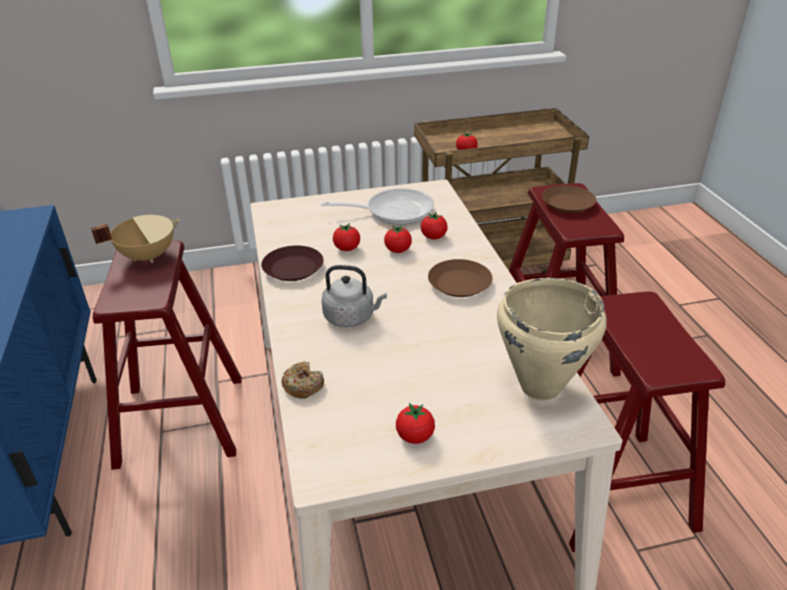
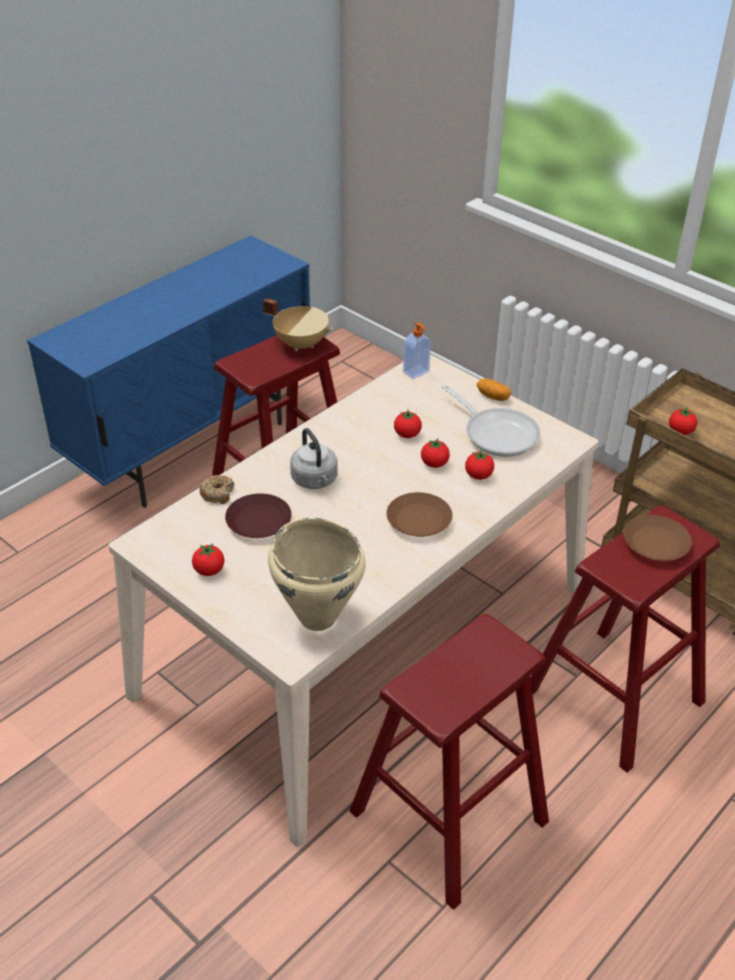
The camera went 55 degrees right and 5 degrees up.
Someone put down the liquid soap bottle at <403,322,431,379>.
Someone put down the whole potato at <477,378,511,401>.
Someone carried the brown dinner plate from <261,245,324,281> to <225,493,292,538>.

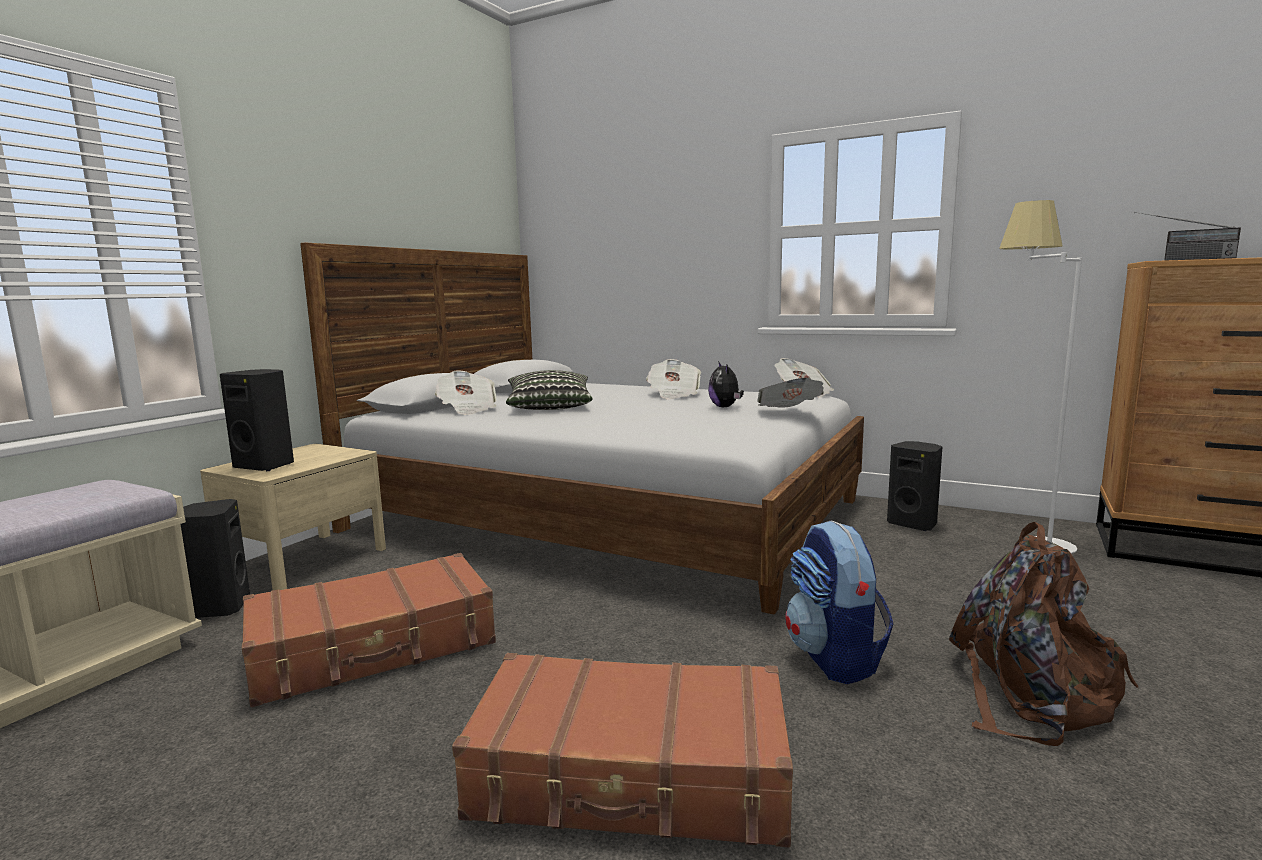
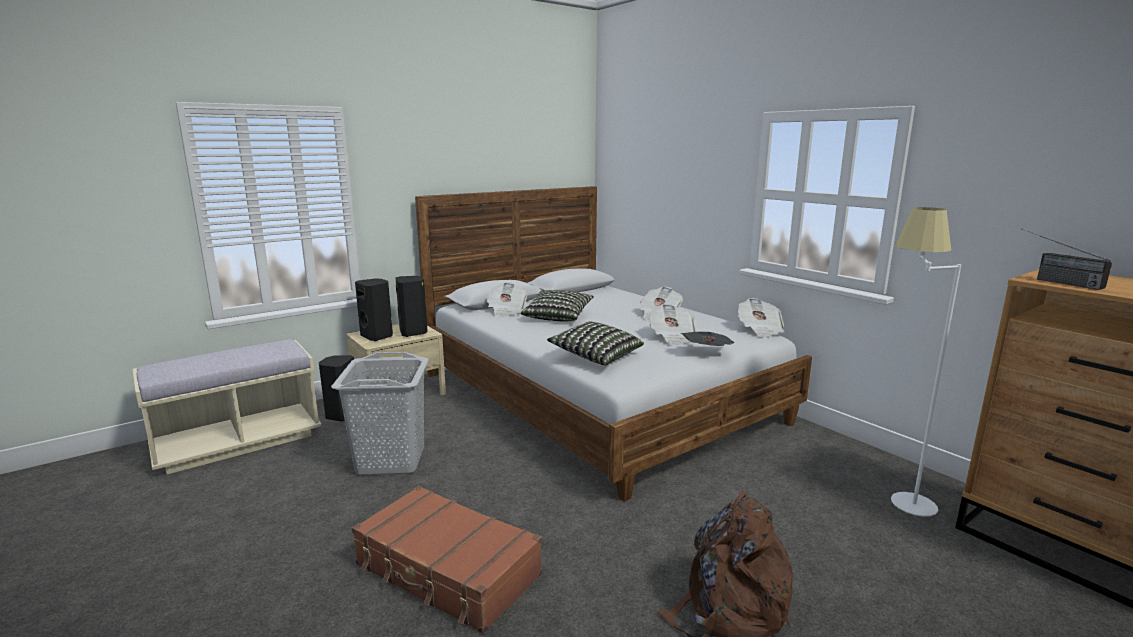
The camera went 25 degrees right and 5 degrees up.
Someone took away the knapsack at <785,521,893,684>.
Someone put down the pillow at <547,322,644,365>.
Someone carried the blackish audio speaker from <887,441,943,531> to <395,276,428,337>.
Someone swapped the brown suitcase at <242,553,496,707> for the greyish laundry basket at <331,352,429,475>.
Someone swapped the soft toy at <708,361,744,407> for the printed paper at <649,304,696,346>.

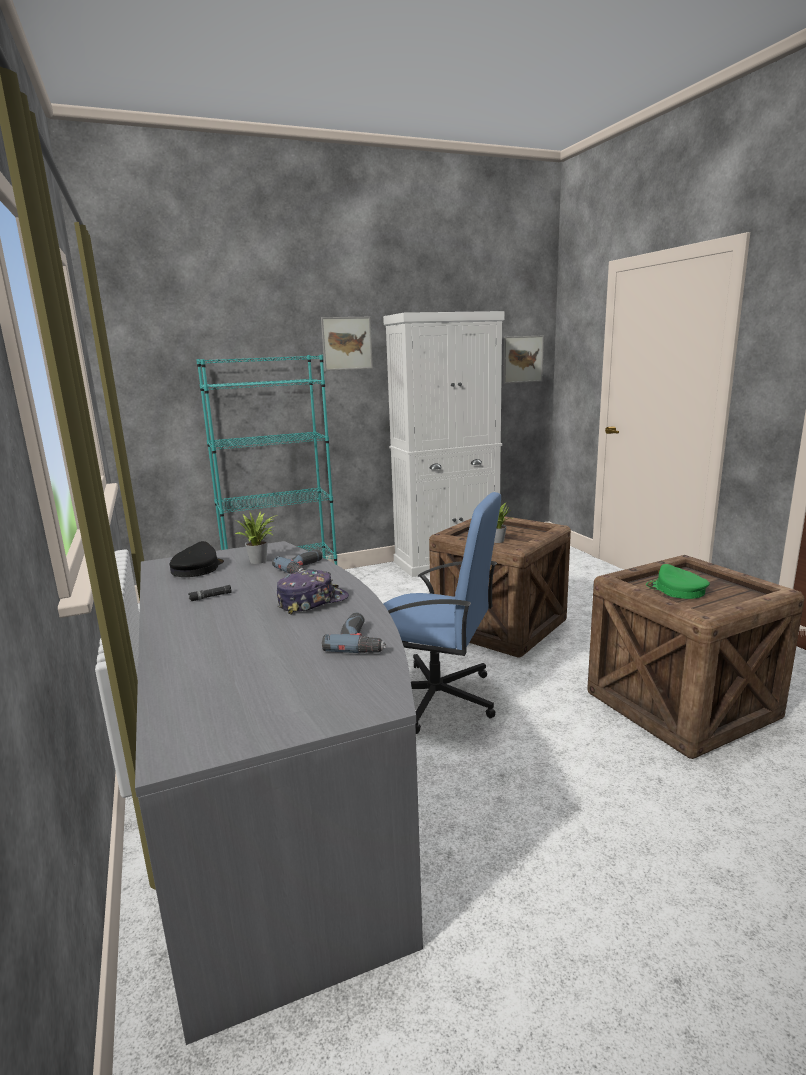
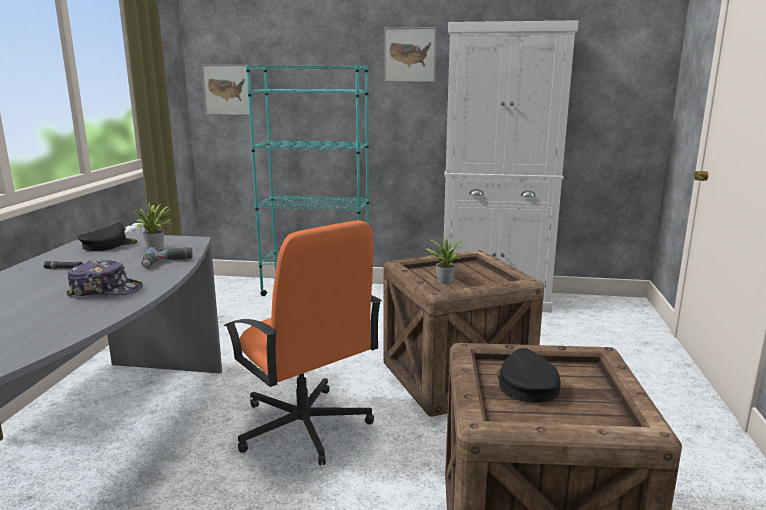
The camera went 30 degrees right and 0 degrees up.
Someone took away the power drill at <322,613,386,653>.
Someone carried the wall picture from <503,335,544,384> to <201,64,250,115>.
Someone repainted the bluish office chair at <383,492,501,734>, which became the orangey office chair at <224,220,382,465>.
Someone repainted the green-coloured baseball cap at <646,564,710,599>, which became the blackish baseball cap at <497,348,561,402>.

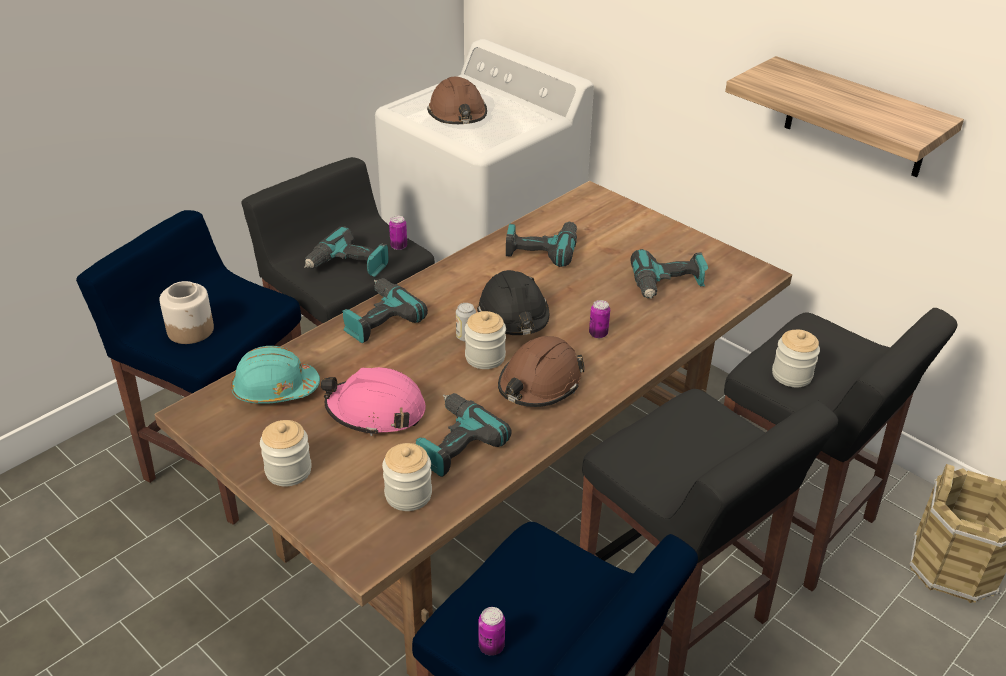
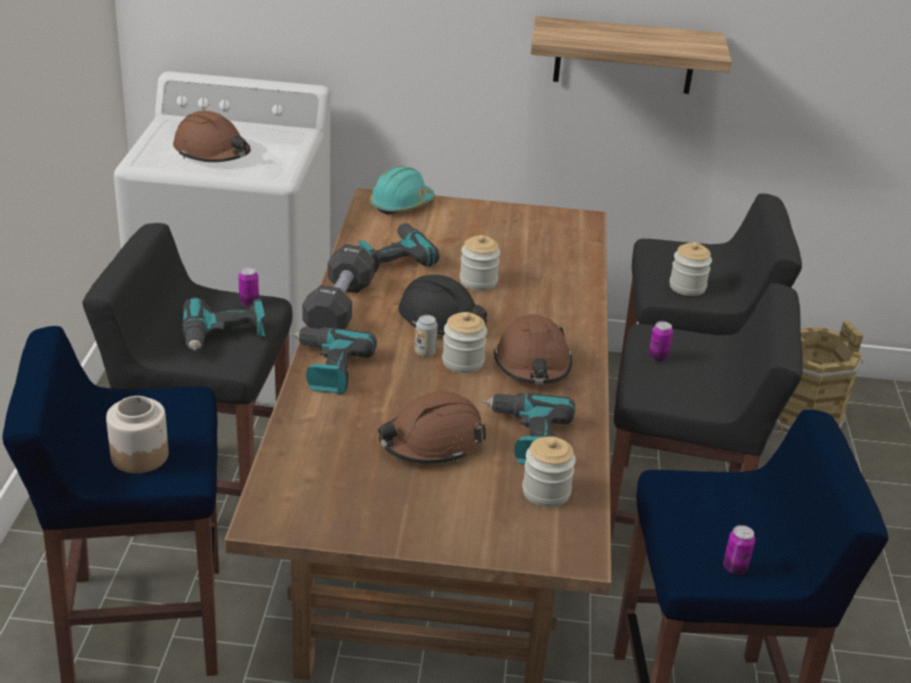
The camera went 40 degrees left and 5 degrees down.
Someone took away the power drill at <630,249,708,299>.
Someone put down the blackish free weight at <302,244,375,329>.
Someone carried the turquoise hard hat from <231,346,320,404> to <369,166,435,214>.
Someone carried the storage jar from <260,420,312,487> to <460,235,500,290>.
Someone carried the sealed can from <589,300,610,338> to <649,321,673,362>.
Someone repainted the pinkish hard hat at <321,367,426,436>, which became the brown hard hat at <378,391,486,464>.

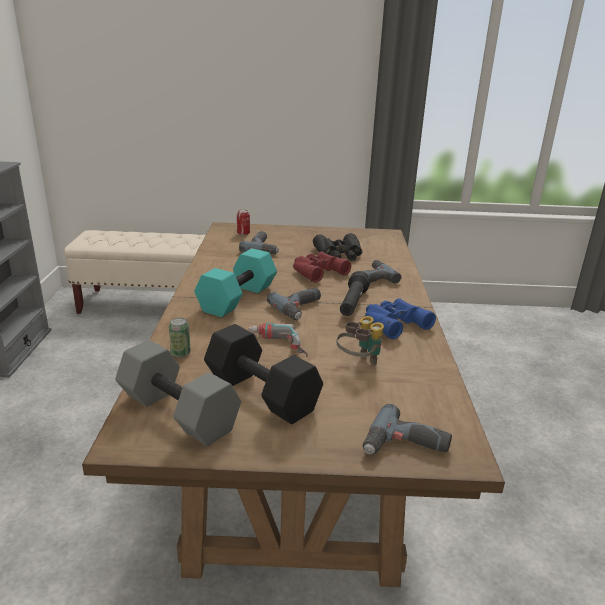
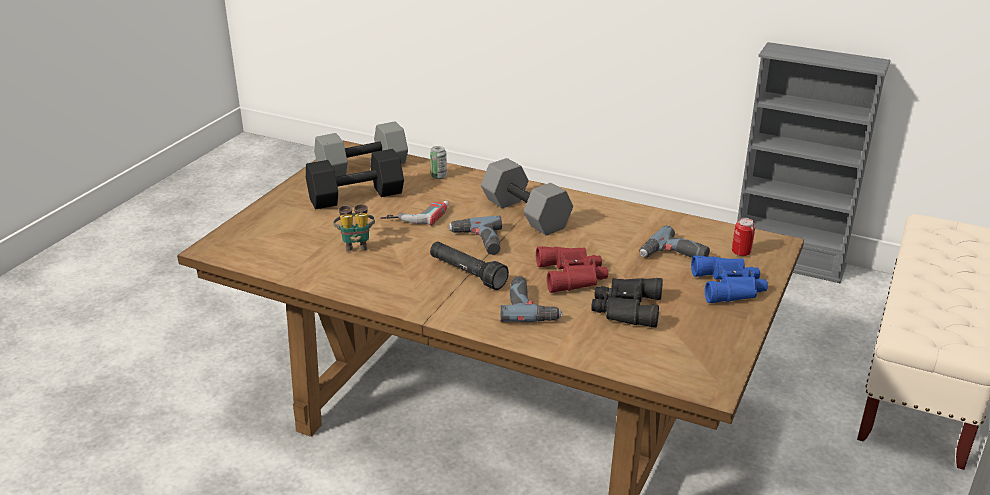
The camera went 115 degrees right and 5 degrees up.
Someone took away the power drill at <363,404,452,455>.
Someone carried the bluish pair of binoculars from <365,298,436,339> to <691,255,768,303>.
Someone repainted the turquoise free weight at <194,248,277,317>, which became the greyish free weight at <481,158,573,235>.

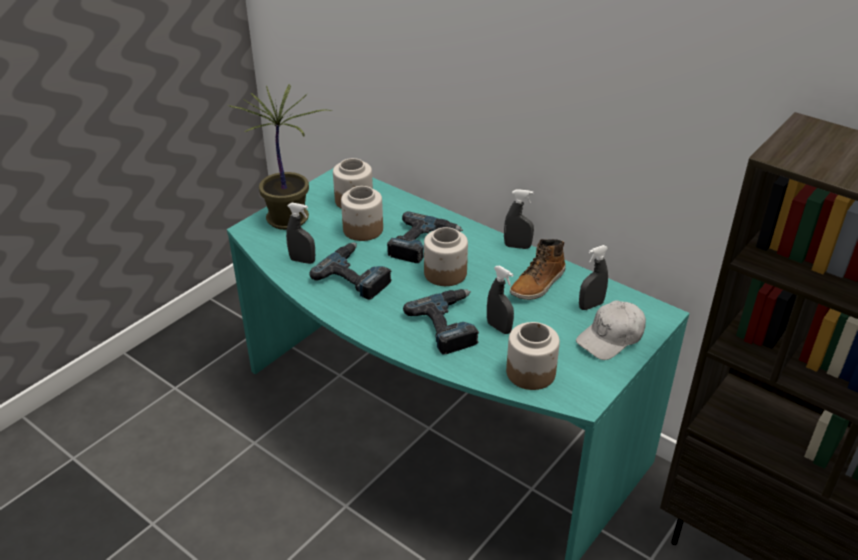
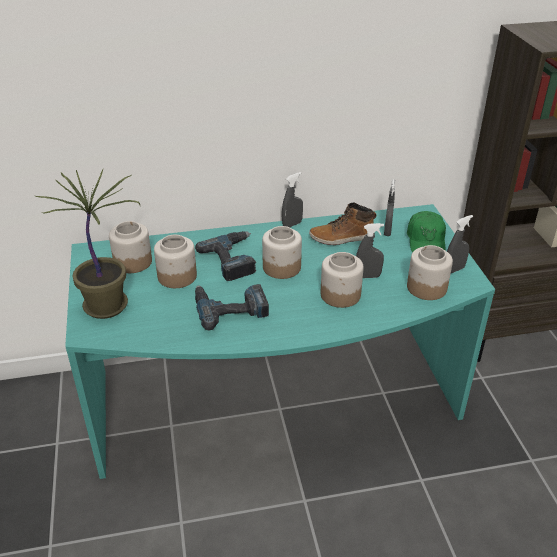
The camera went 50 degrees left and 0 degrees up.
Someone carried the greyish sprayer from <286,203,315,264> to <447,215,473,273>.
Someone swapped the power drill at <403,289,479,354> for the storage jar at <321,252,364,308>.
Someone repainted the white baseball cap at <576,300,646,360>, which became the green-coloured baseball cap at <407,211,446,253>.
Someone rotated the high-top boot at <510,239,565,300> by 90 degrees clockwise.

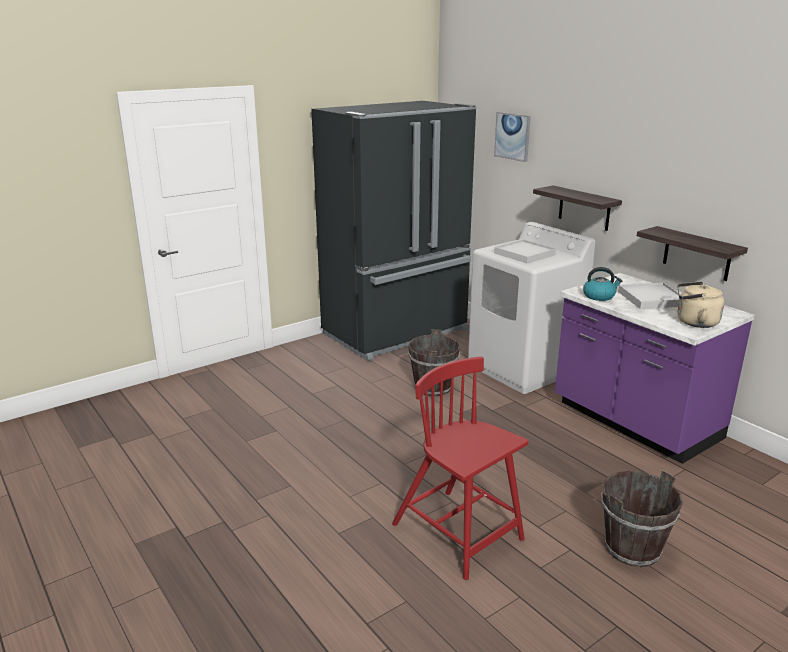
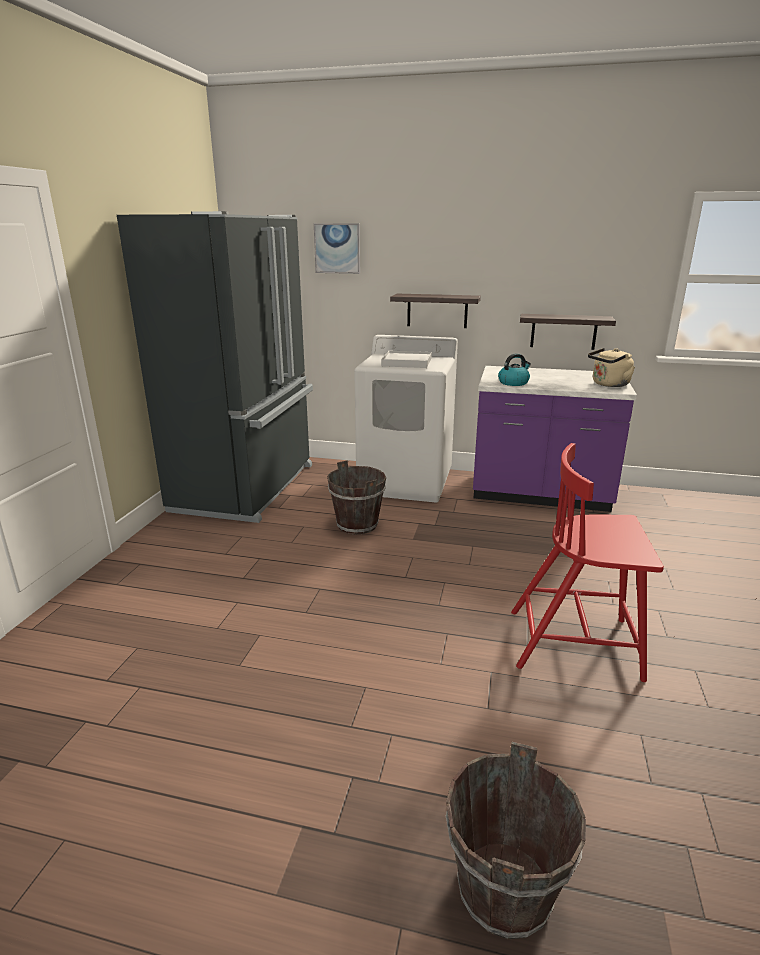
The camera went 40 degrees left and 0 degrees up.
Someone took away the white tray at <618,283,681,309>.
Someone carried the brown water bucket from <602,471,683,567> to <446,742,586,939>.

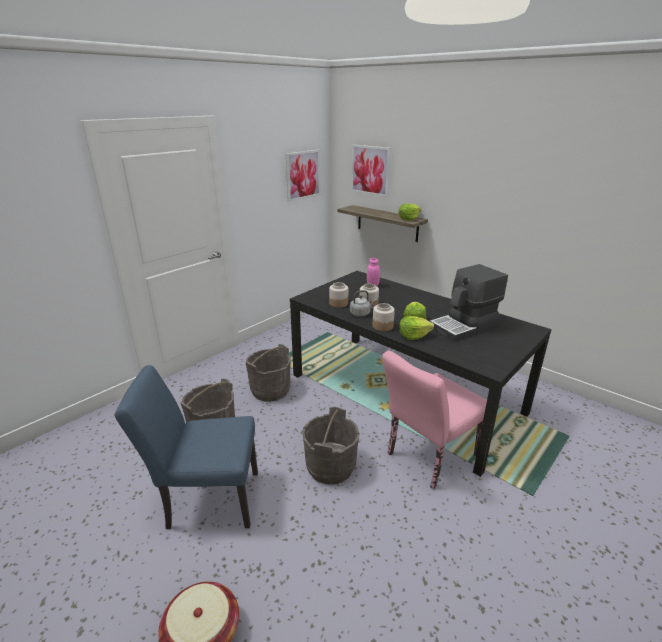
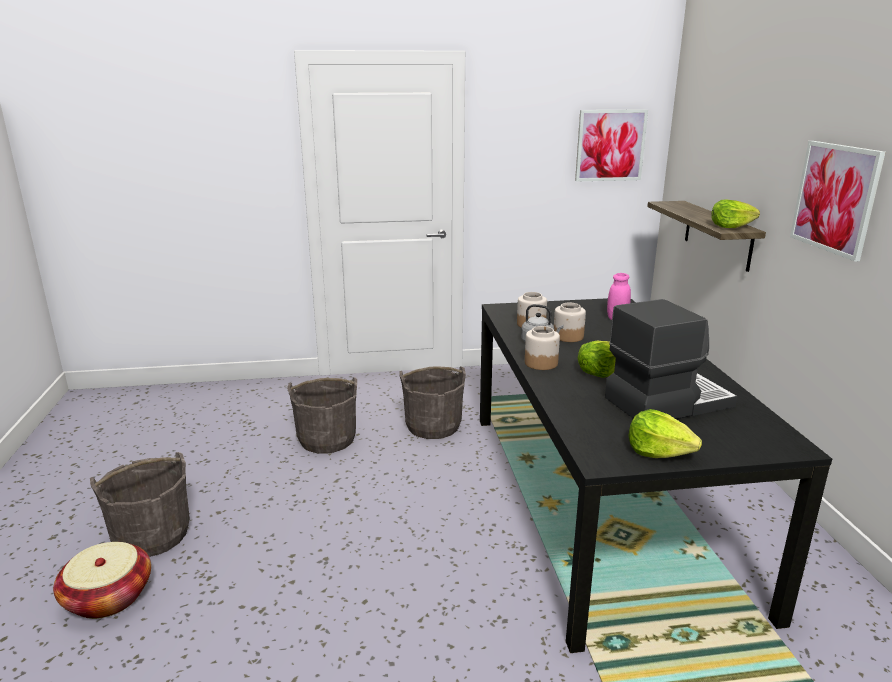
The camera went 40 degrees right and 5 degrees down.
Someone took away the bluish upright chair at <115,365,258,529>.
Someone took away the pinkish upright chair at <382,351,487,489>.
Someone carried the greyish water bucket from <302,407,360,485> to <90,452,190,557>.
Someone carried the wall picture from <351,145,391,197> to <790,141,886,262>.
Someone carried the lettuce from <399,316,434,340> to <629,409,702,458>.
Someone rotated the coffee brewer at <430,264,508,342> by 150 degrees clockwise.

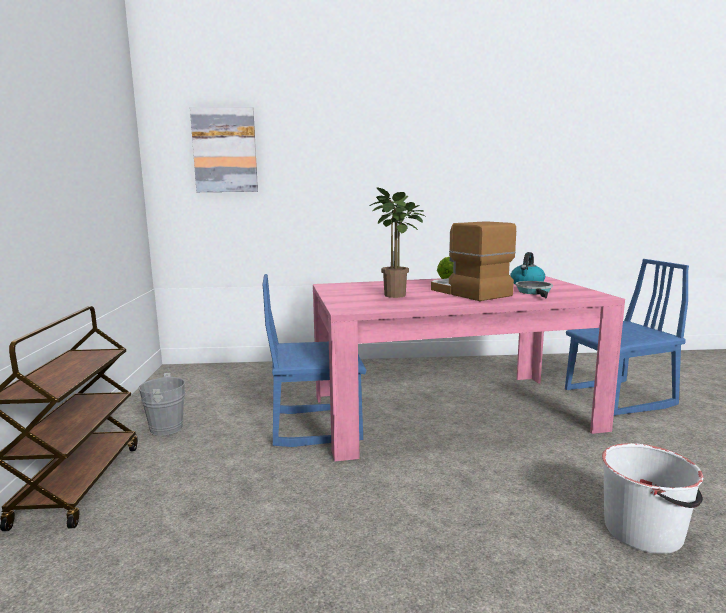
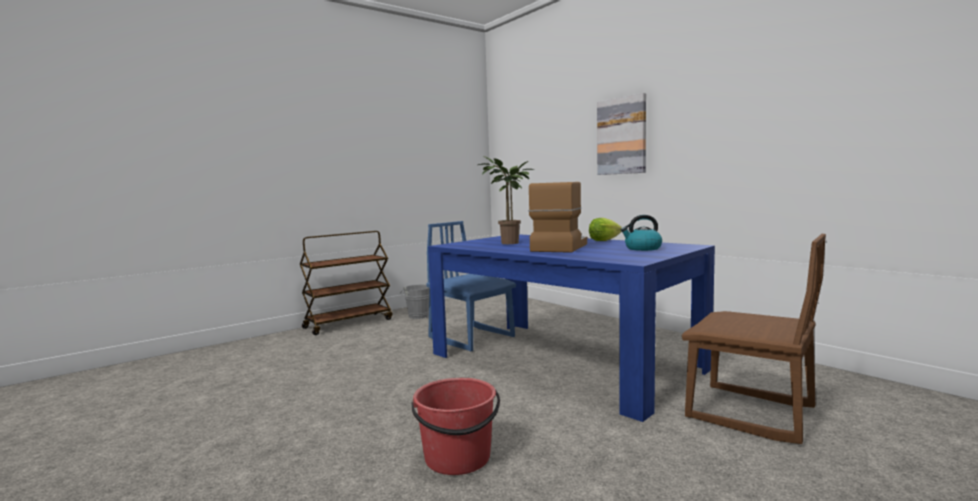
The camera went 55 degrees right and 5 degrees down.
Someone took away the skillet at <516,281,553,298>.
Someone carried the wall picture from <190,107,258,192> to <597,93,646,175>.
Someone repainted the pinkish dinner table at <313,276,625,462>, which became the bluish dinner table at <428,234,715,422>.
Someone repainted the bluish upright chair at <565,259,689,416>, which became the brown upright chair at <682,234,826,444>.
Someone repainted the white water bucket at <602,443,703,554>, which became the red water bucket at <411,378,500,475>.

